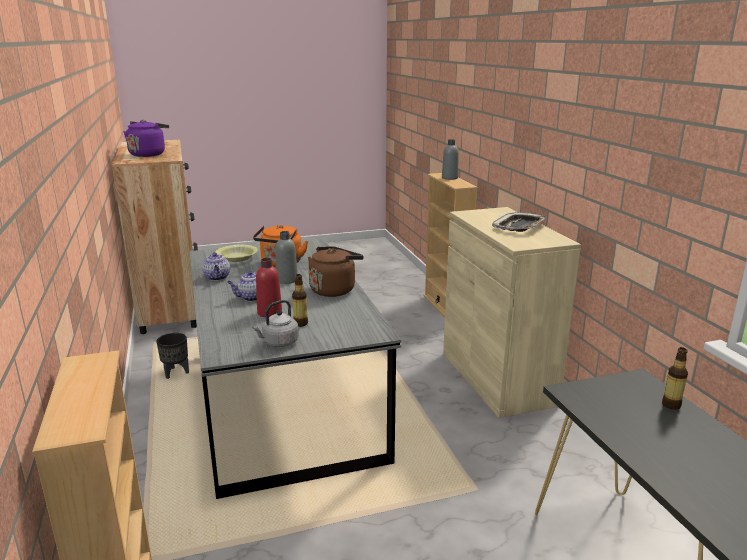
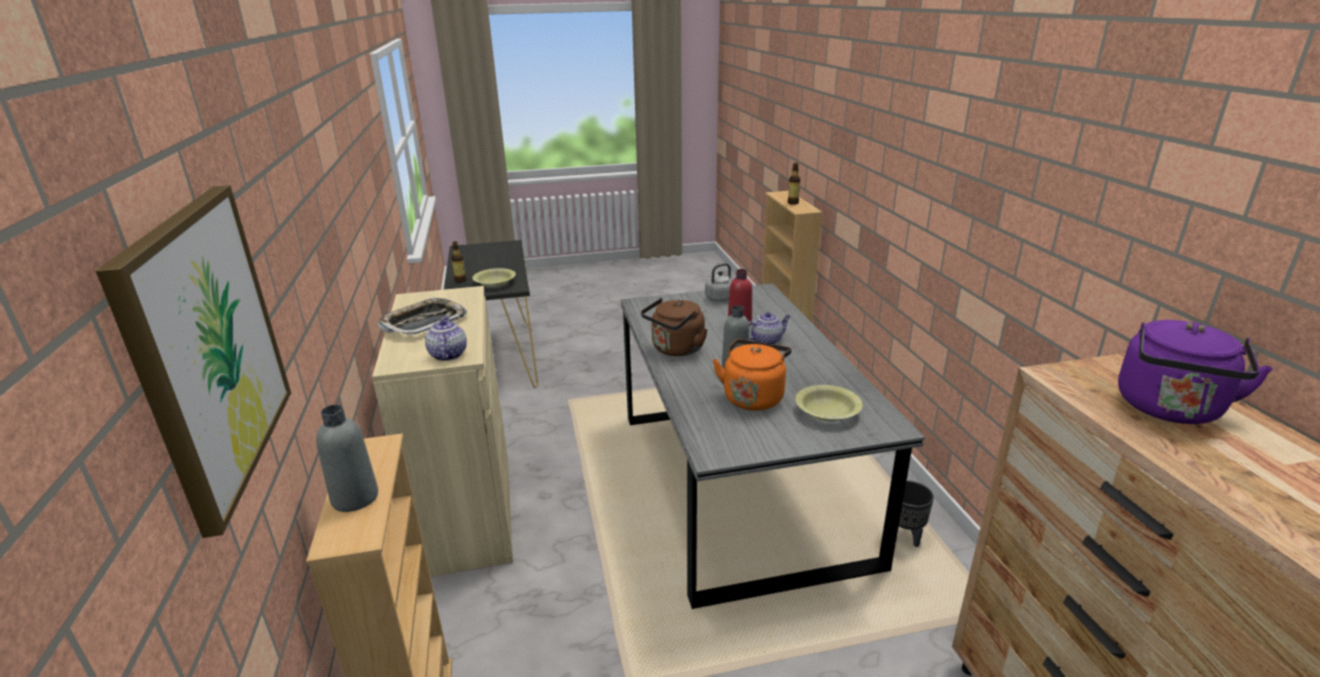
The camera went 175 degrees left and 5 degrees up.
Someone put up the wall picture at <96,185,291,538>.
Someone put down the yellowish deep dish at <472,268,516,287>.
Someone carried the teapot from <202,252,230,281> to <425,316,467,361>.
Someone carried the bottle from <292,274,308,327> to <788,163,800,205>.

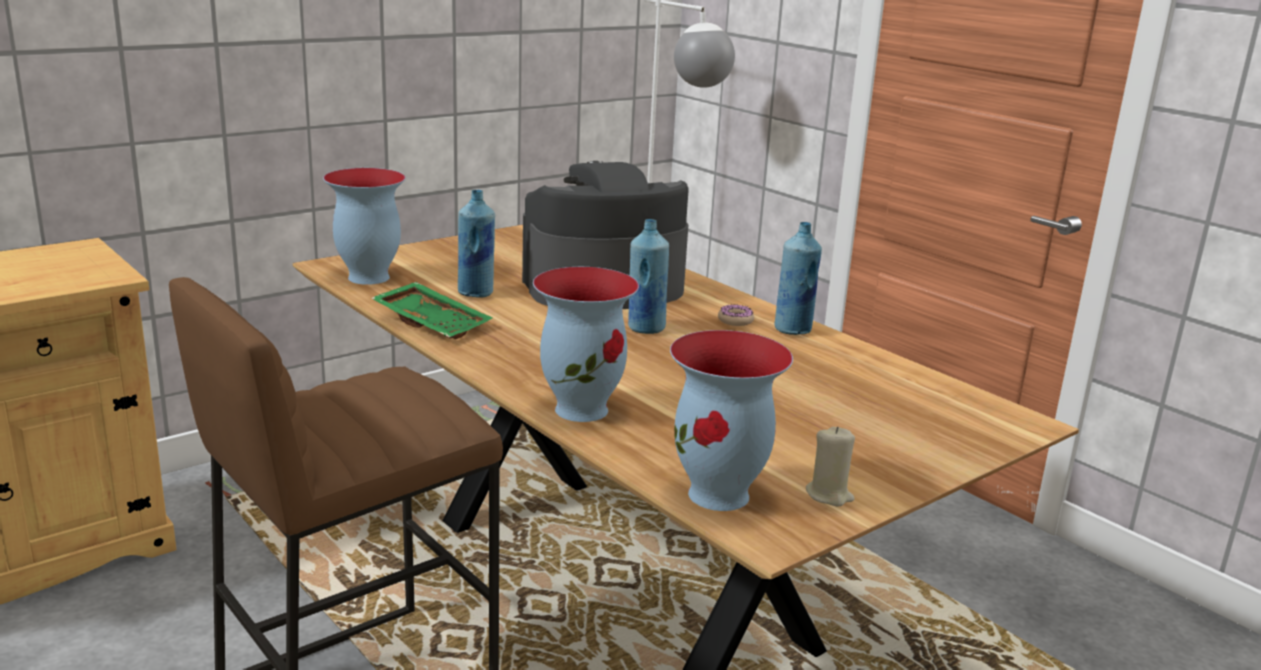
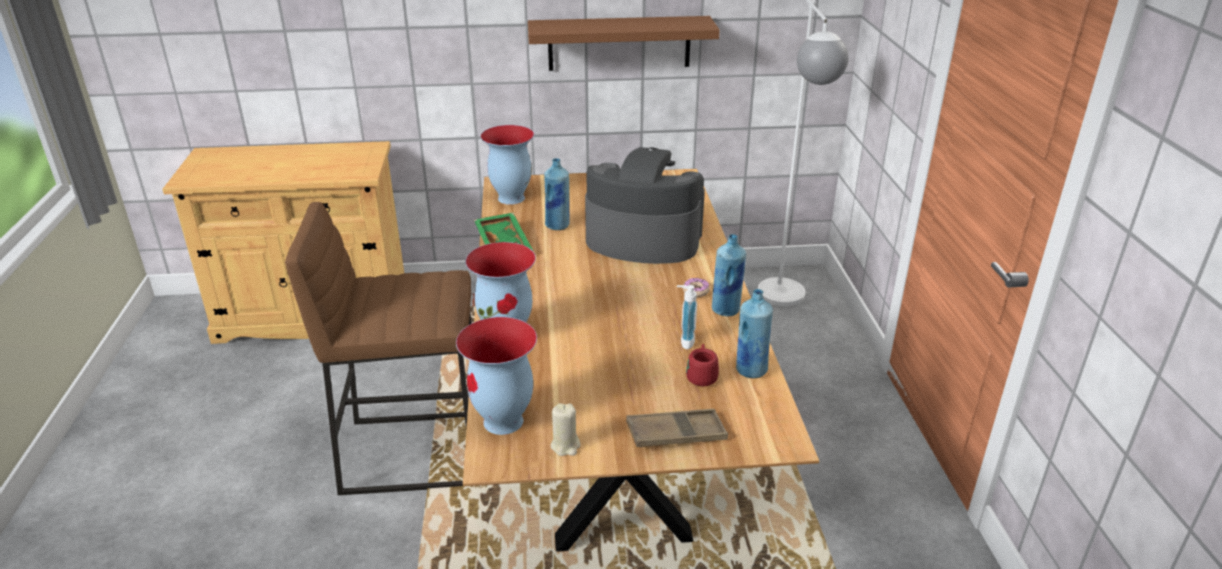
The camera went 35 degrees right and 10 degrees up.
Someone put up the brown bracket shelf at <528,16,720,71>.
Someone put down the brown tray at <626,409,728,447>.
Someone put down the liquid soap bottle at <677,285,697,349>.
Someone put down the red tea mug at <686,344,719,386>.
Someone carried the bluish bottle from <628,219,669,334> to <736,289,773,378>.

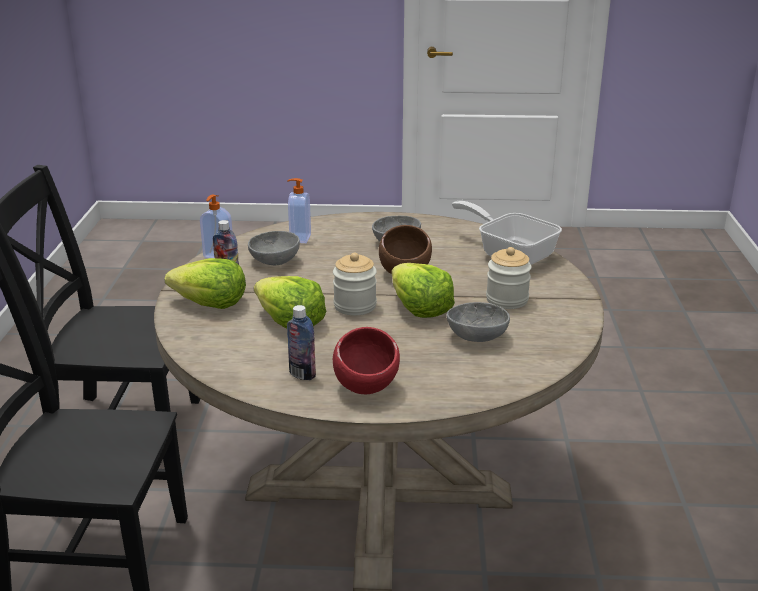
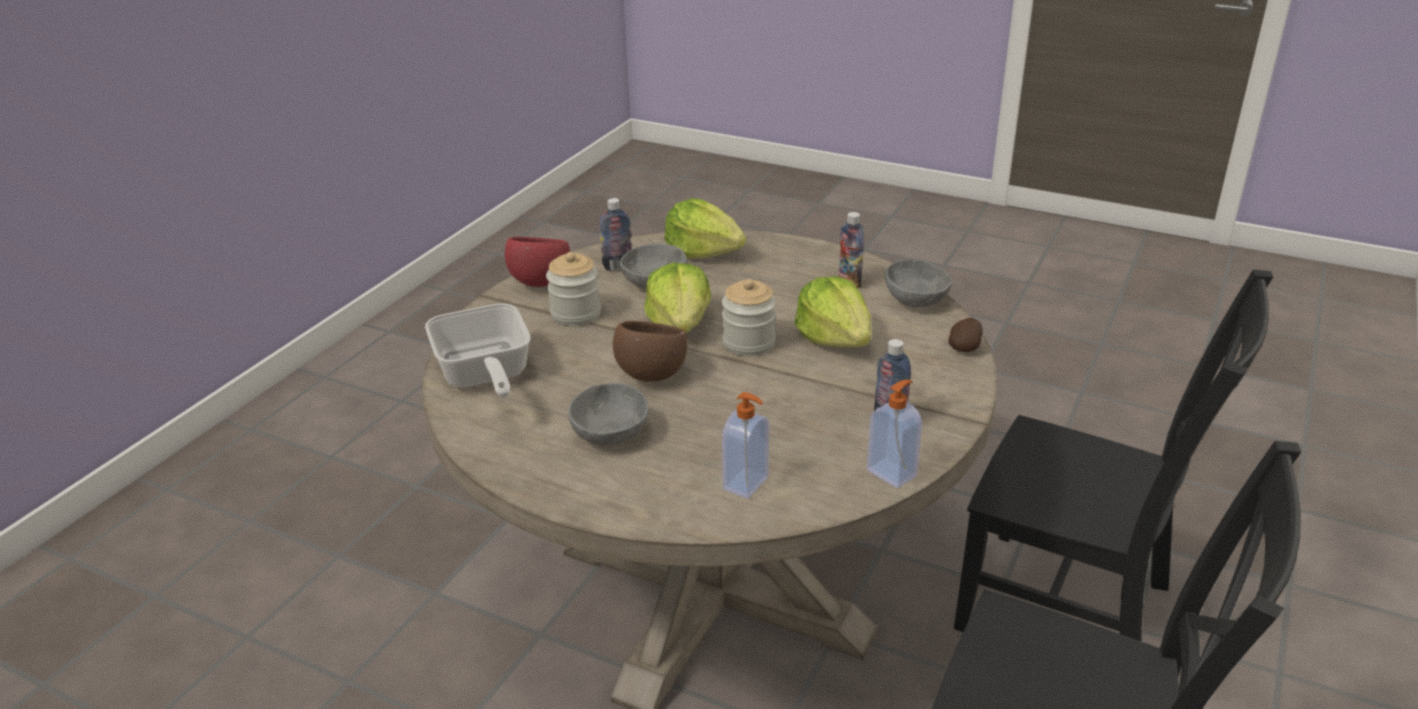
The camera went 155 degrees left and 5 degrees up.
Someone put down the bottle at <599,198,632,271>.
Someone put down the whole potato at <948,318,983,352>.
Someone carried the lettuce from <165,258,246,309> to <665,198,746,259>.
Someone carried the greyish deep dish from <248,231,300,265> to <885,259,952,307>.
Someone carried the red deep dish from <333,327,400,394> to <505,237,570,287>.

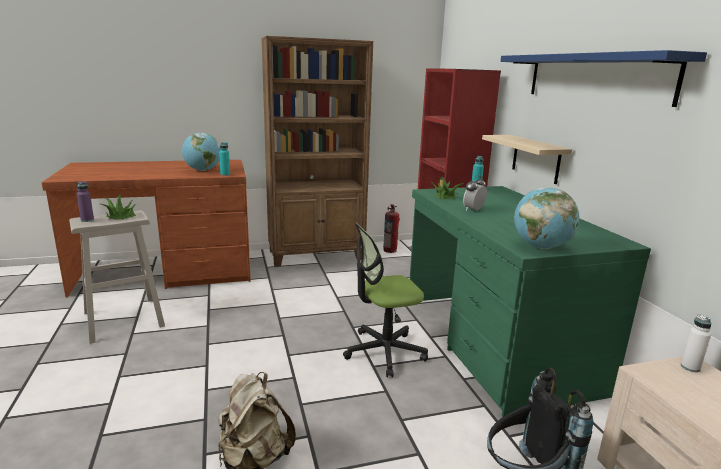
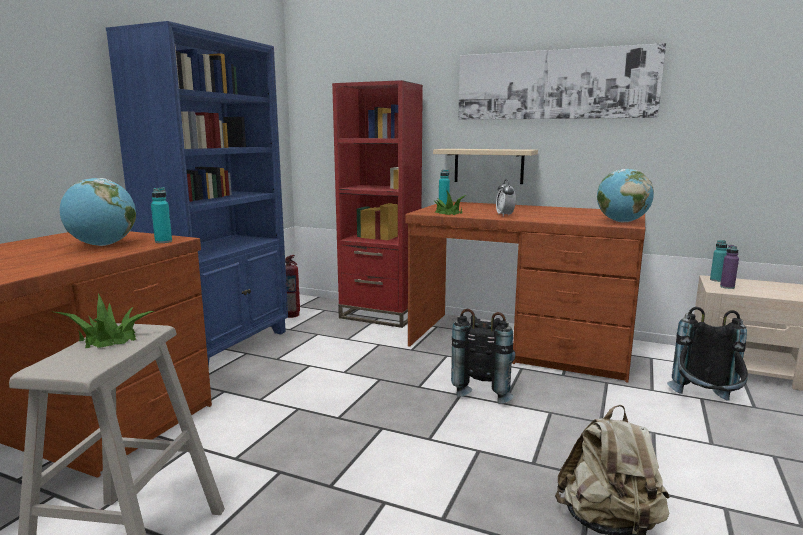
The camera went 50 degrees left and 5 degrees down.
Someone carried the purple-coloured bottle from <77,181,94,222> to <720,245,739,289>.
Someone swapped the office chair at <343,222,428,377> for the blackish knapsack at <451,309,515,404>.
Someone swapped the bluish bracket shelf at <500,50,707,107> for the wall picture at <458,43,666,120>.
Someone repainted the brown bookcase at <261,36,373,266>, which became the bluish bookcase at <106,21,288,368>.
Someone repainted the green-coloured desk table at <410,186,651,417>, which became the brown desk table at <405,202,645,383>.
Someone repainted the white bottle at <681,314,711,372>, which became the turquoise bottle at <710,240,727,282>.

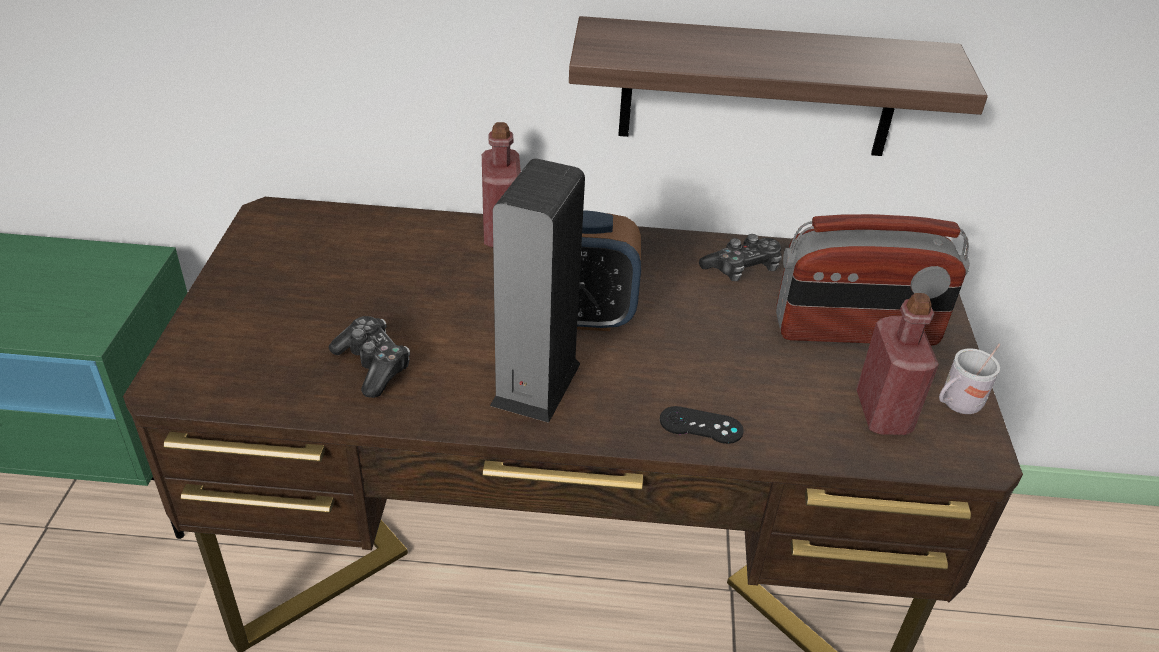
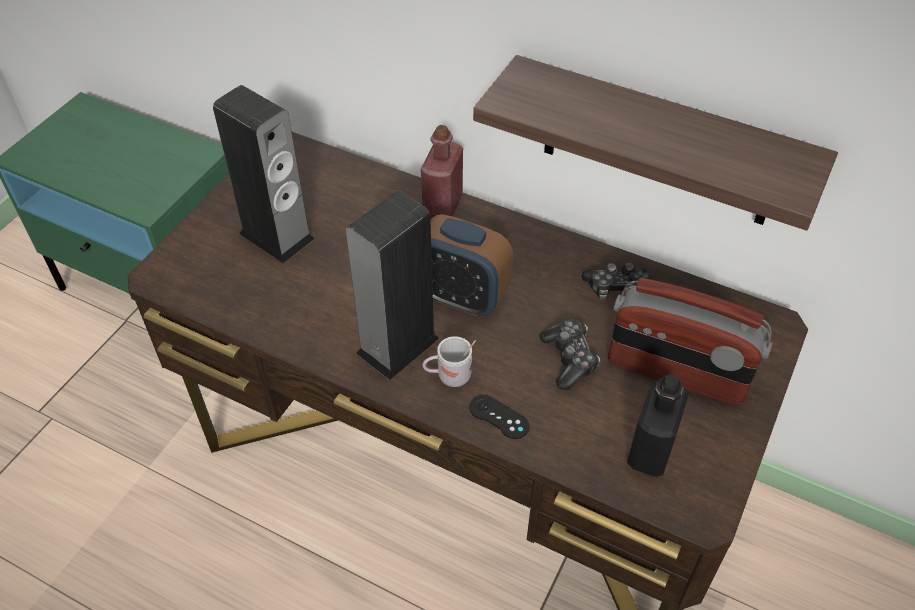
The camera went 25 degrees right and 10 degrees up.
Someone put down the audio speaker at <213,85,314,263>.
Someone carried the game controller from <329,316,410,398> to <540,319,600,390>.
Someone carried the white tea mug from <939,343,1001,414> to <422,336,476,387>.
Someone repainted the red bottle at <856,293,939,435>, which became the blackish bottle at <627,374,689,476>.

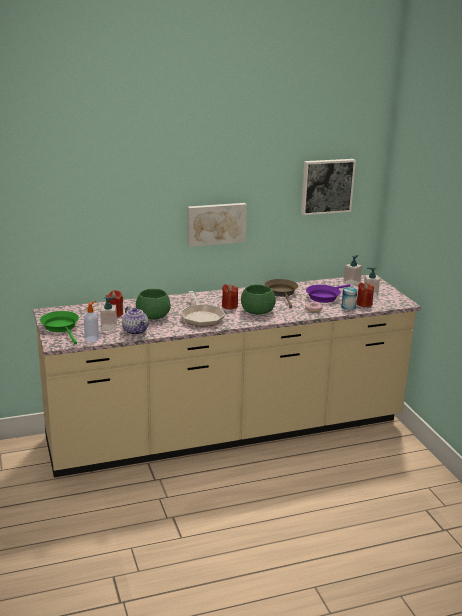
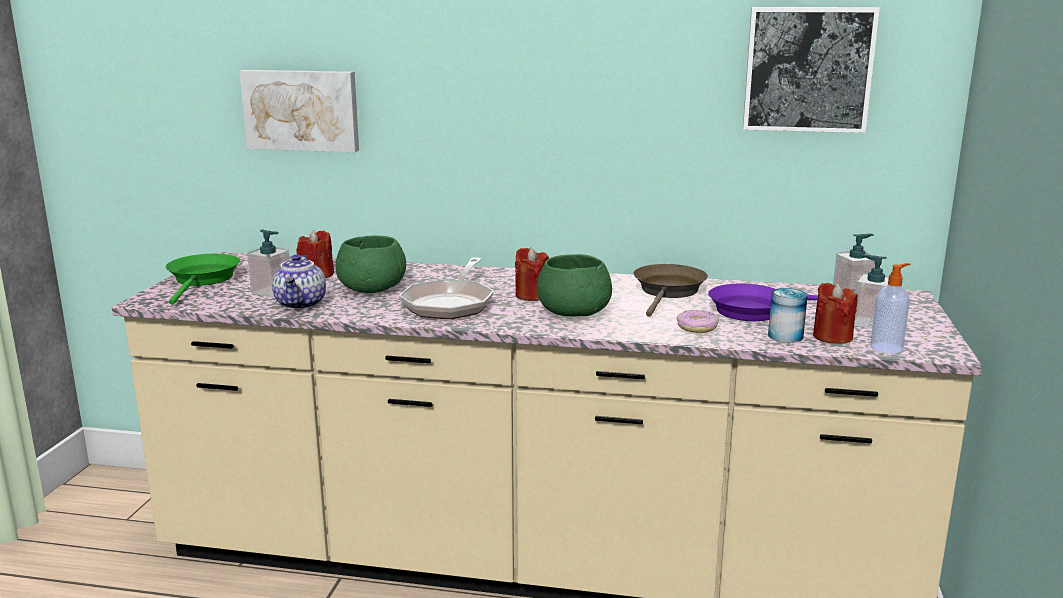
The camera went 30 degrees right and 5 degrees down.
Someone carried the liquid soap bottle from <84,301,99,342> to <870,263,910,353>.
Someone carried the wall picture from <187,203,247,247> to <239,70,359,152>.

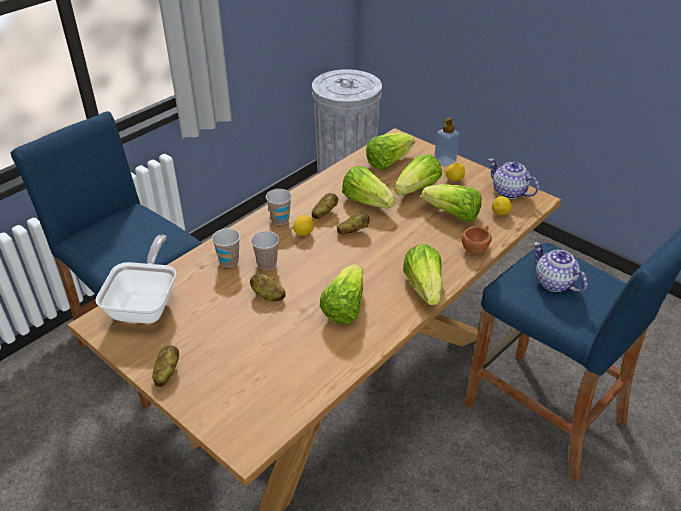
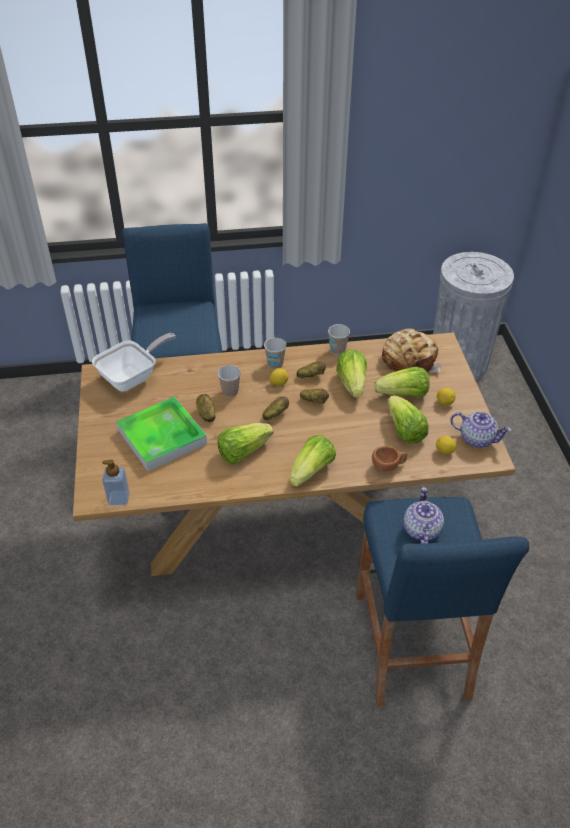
The camera went 40 degrees right and 5 degrees up.
Someone put down the tray at <116,396,207,471>.
Someone carried the whole potato from <152,345,179,387> to <263,396,289,420>.
Someone carried the cup from <212,228,240,267> to <328,324,350,355>.
Someone carried the liquid soap bottle from <434,117,460,167> to <102,459,130,505>.
Someone swapped the lettuce at <366,133,415,170> for the bakery bread at <382,329,441,372>.
Someone rotated the teapot at <488,158,539,199> by 120 degrees clockwise.

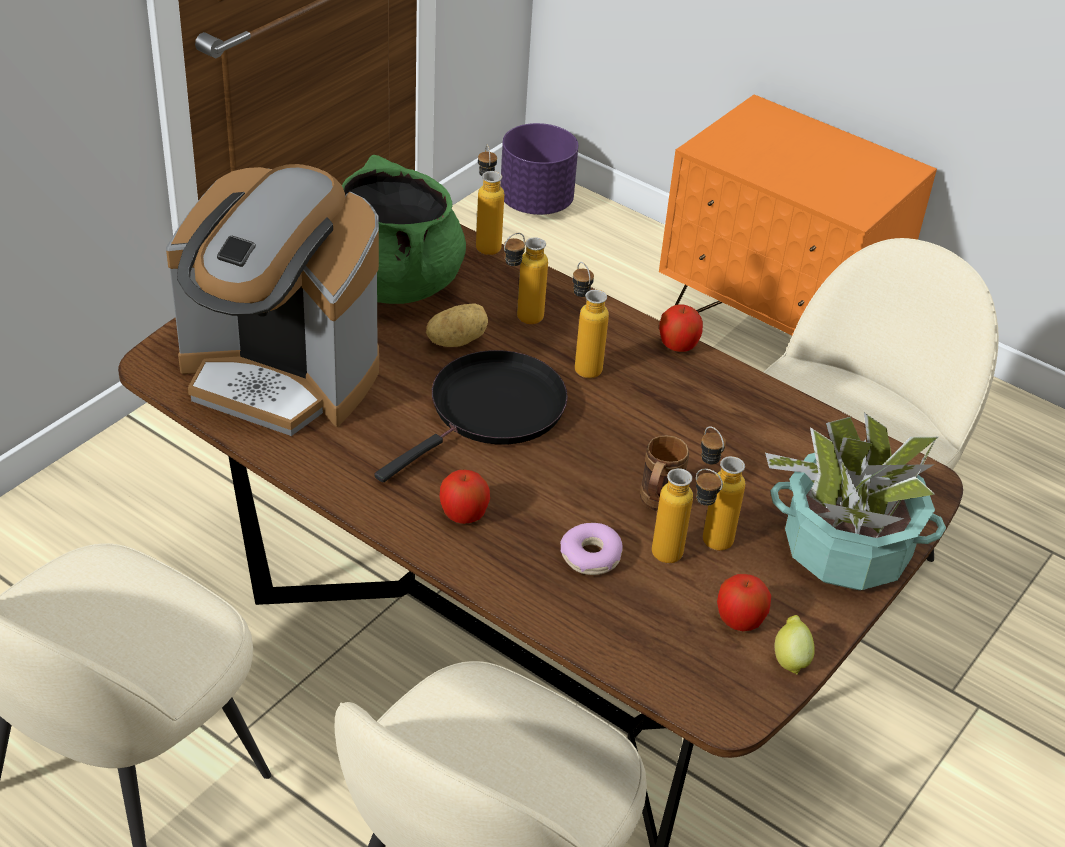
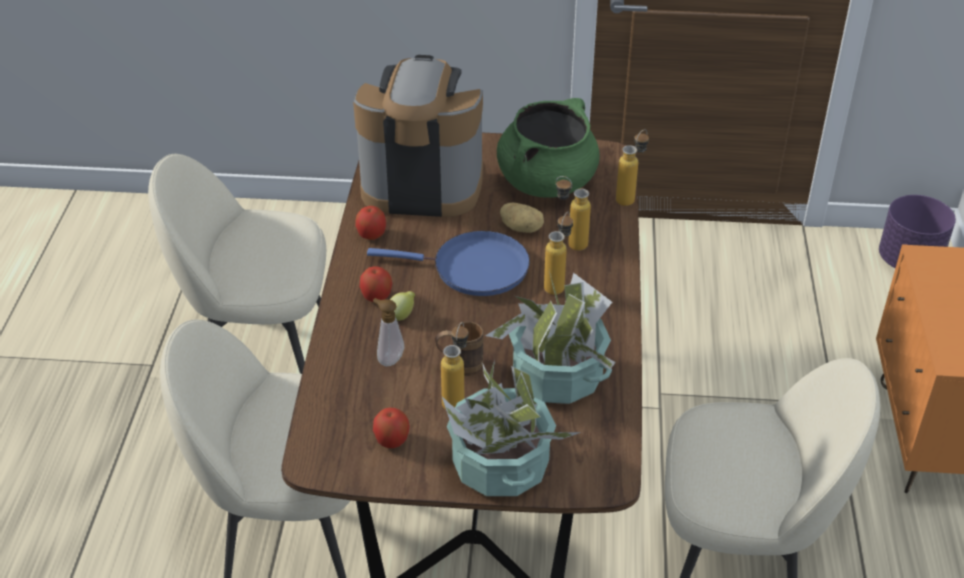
The camera went 60 degrees right and 0 degrees up.
Someone took away the bottle at <652,468,723,563>.
Someone put down the houseplant at <485,271,616,404>.
Someone carried the apple fruit from <659,304,703,352> to <355,206,386,240>.
Someone carried the citrus fruit from <775,615,815,675> to <390,291,415,321>.
Someone swapped the ring doughnut at <560,523,623,575> for the liquid soap bottle at <373,298,404,366>.
Someone repainted the blackish skillet at <375,350,568,483>, which became the bluish skillet at <367,231,530,296>.
Someone rotated the coffee brewer at <166,164,379,436> by 105 degrees clockwise.

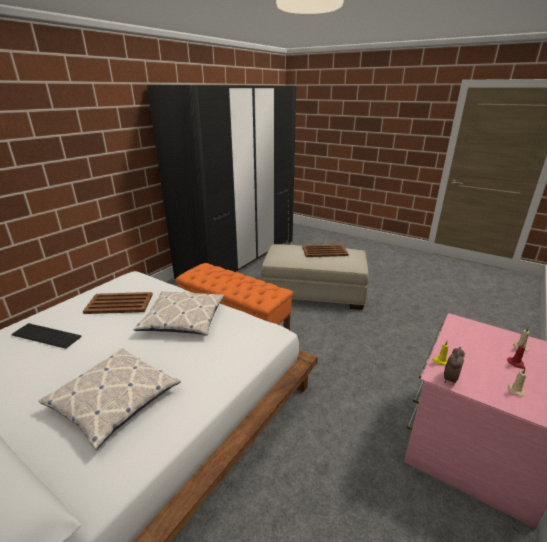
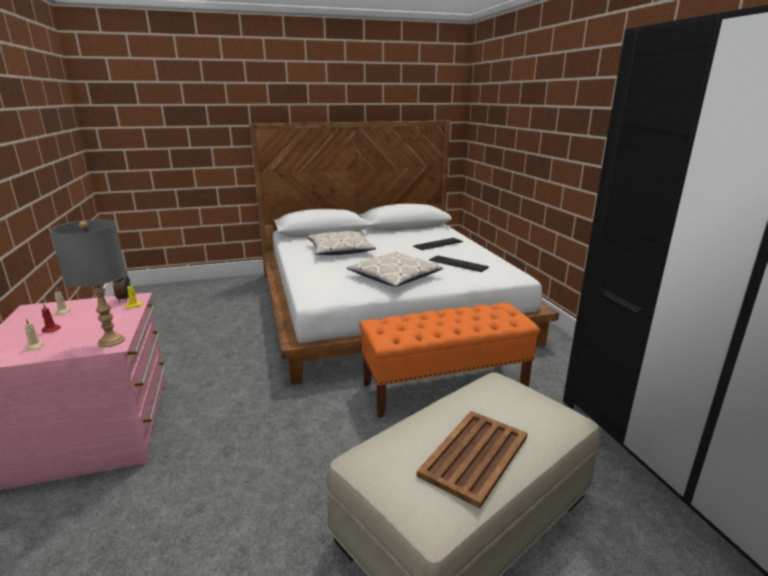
The camera went 130 degrees right and 5 degrees down.
Someone put down the greyish tabletop lamp at <50,220,126,347>.
Someone swapped the brown tray at <83,292,153,314> for the PC keyboard at <429,256,489,272>.

